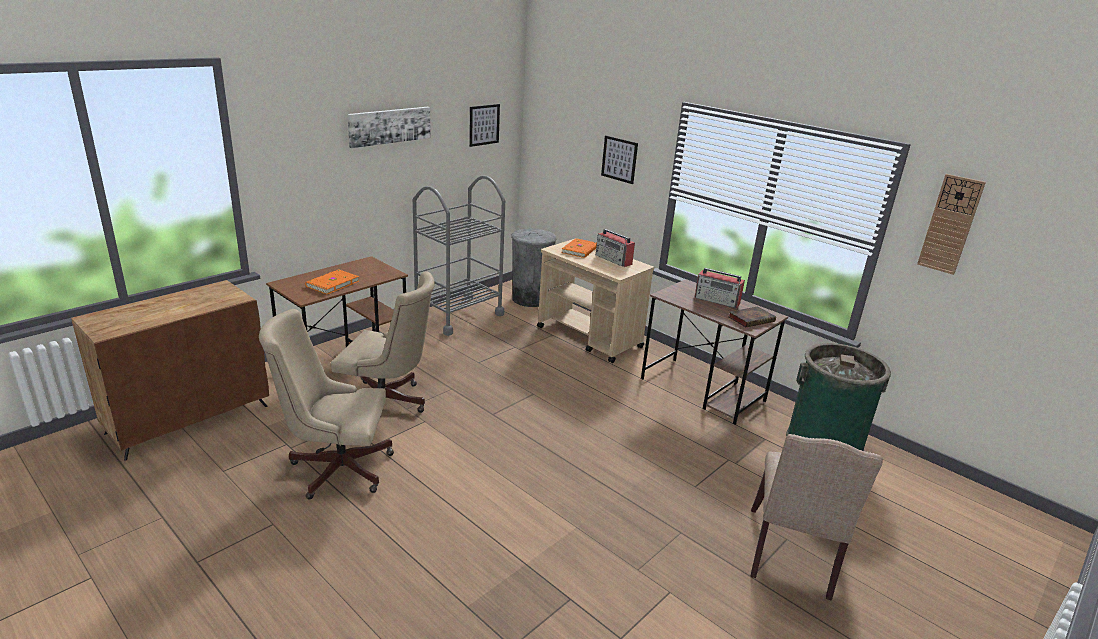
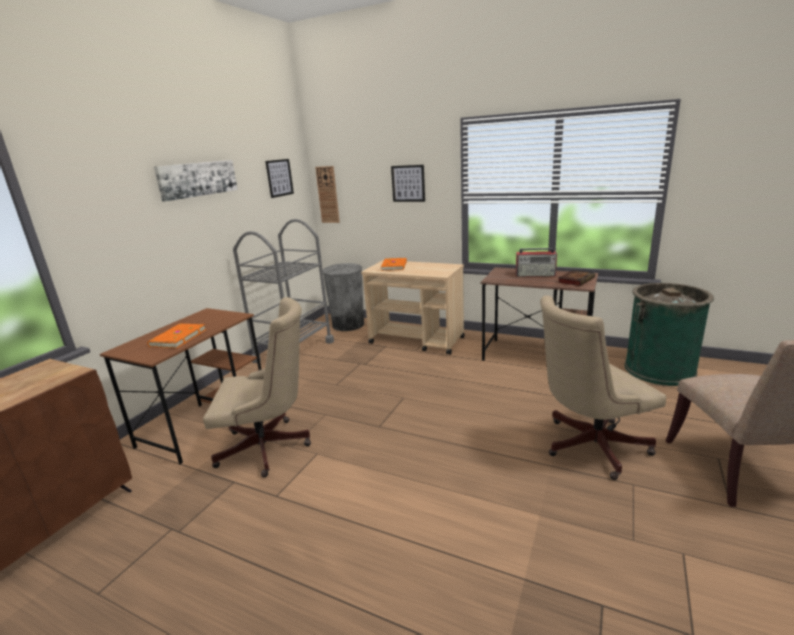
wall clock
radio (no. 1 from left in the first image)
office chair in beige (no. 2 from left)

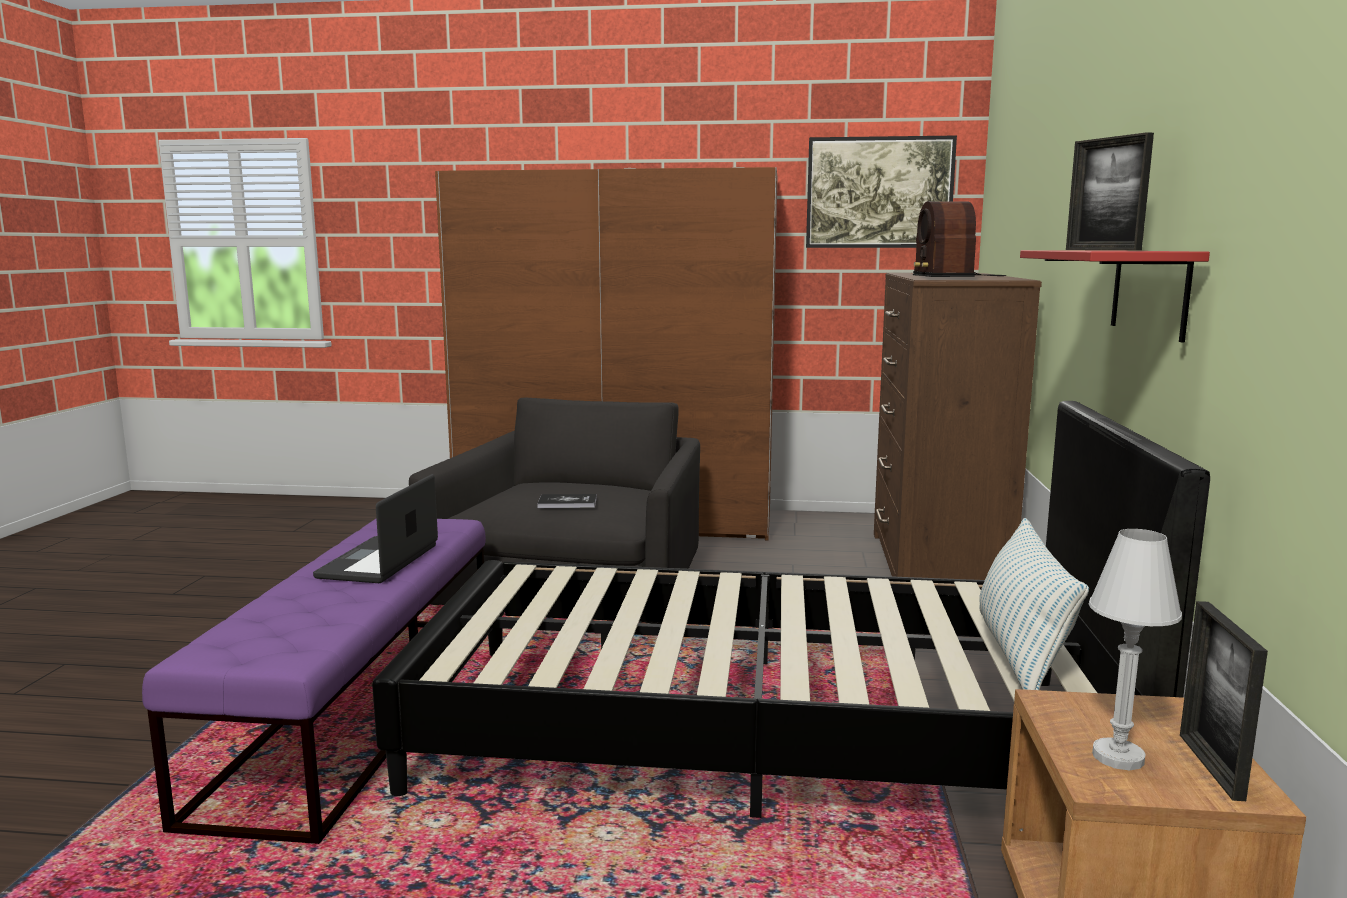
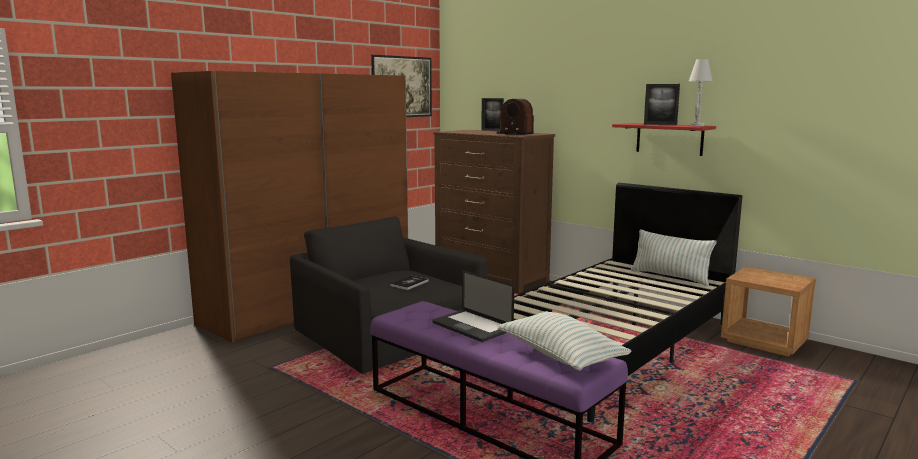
table lamp in white
picture frame (no. 1 from left)
pillow (no. 1 from left)

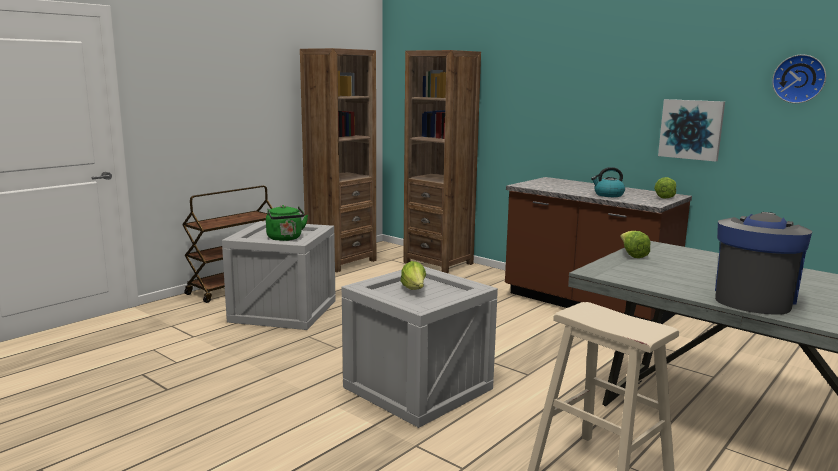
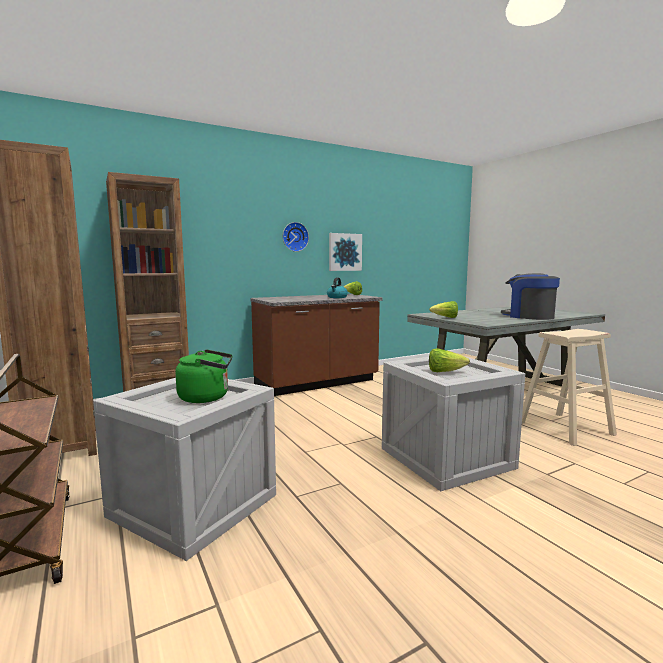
wall clock

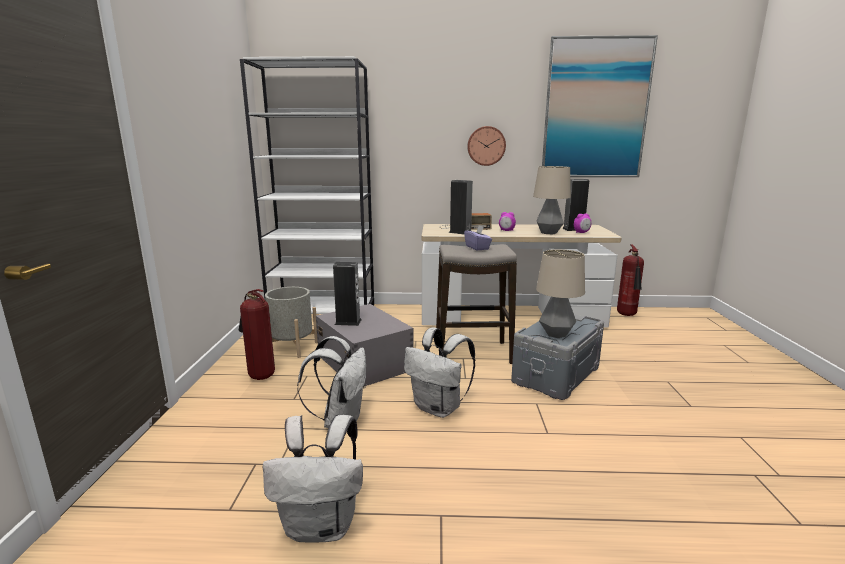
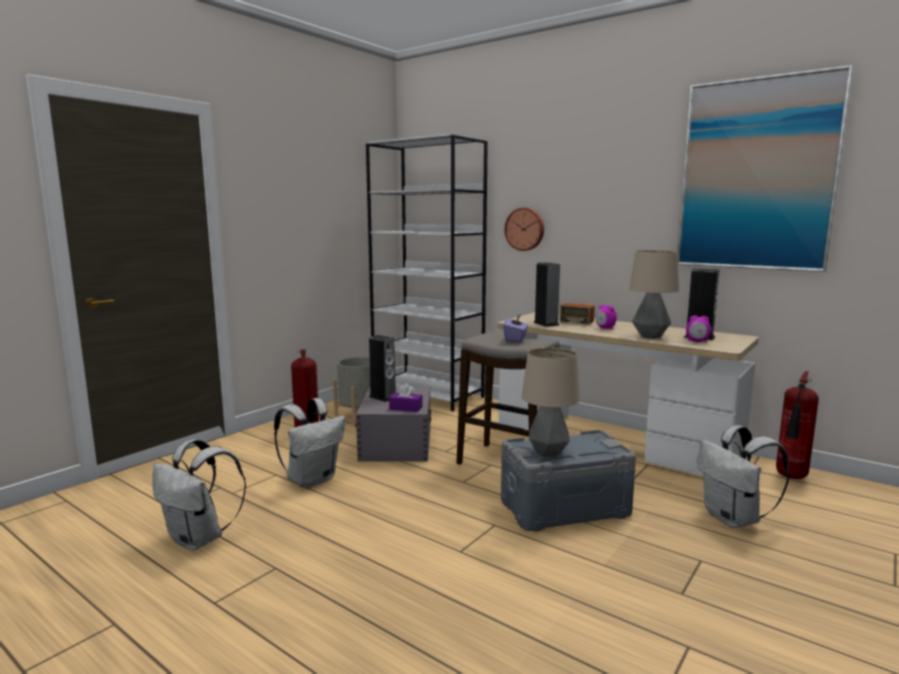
wall clock
backpack in white (no. 3 from left)
tissue box in purple (no. 1 from left)

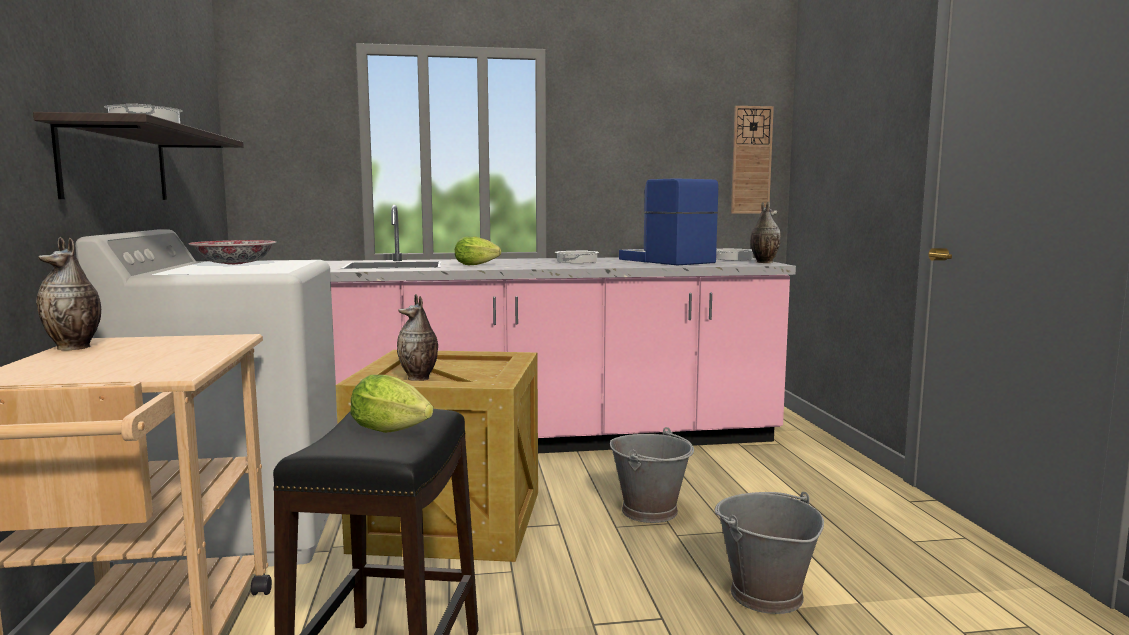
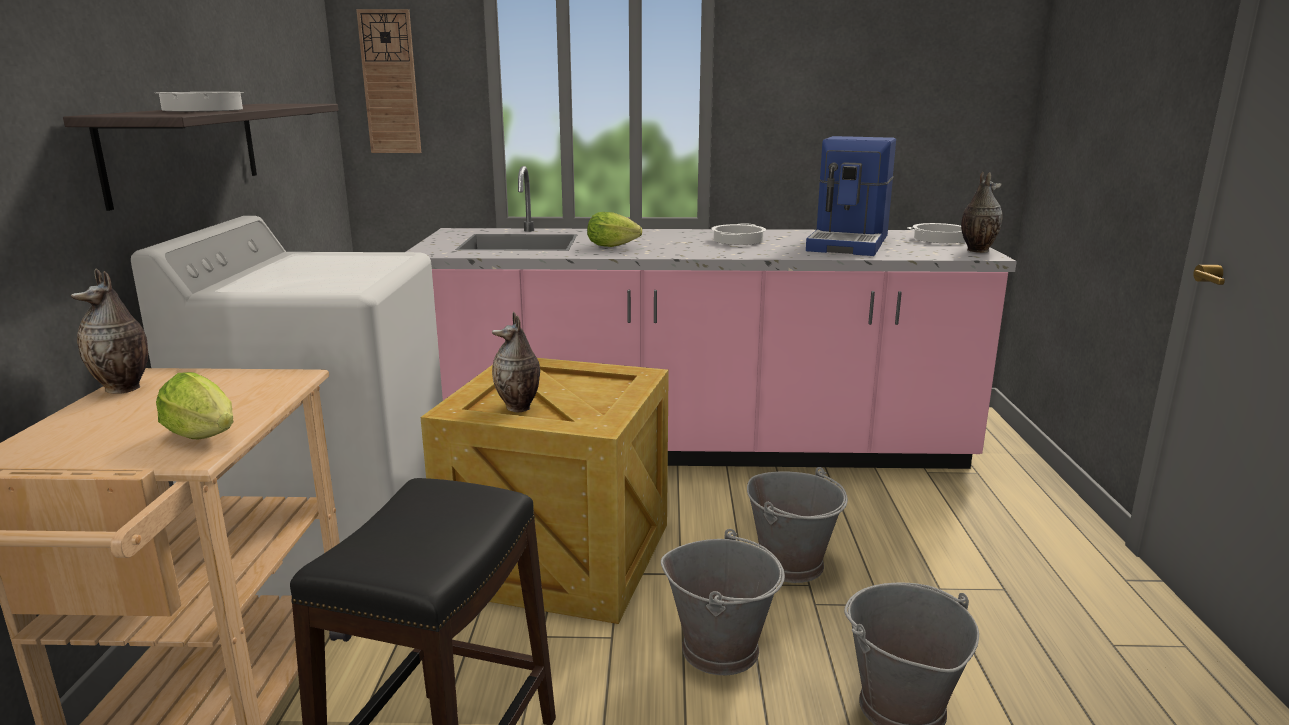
wall clock
coffee machine
bowl
lettuce (no. 1 from left)
bucket in grey (no. 1 from left)

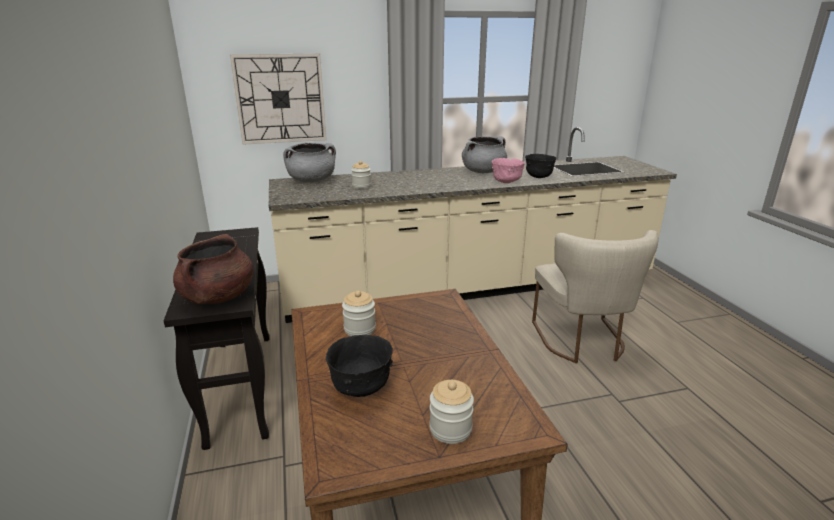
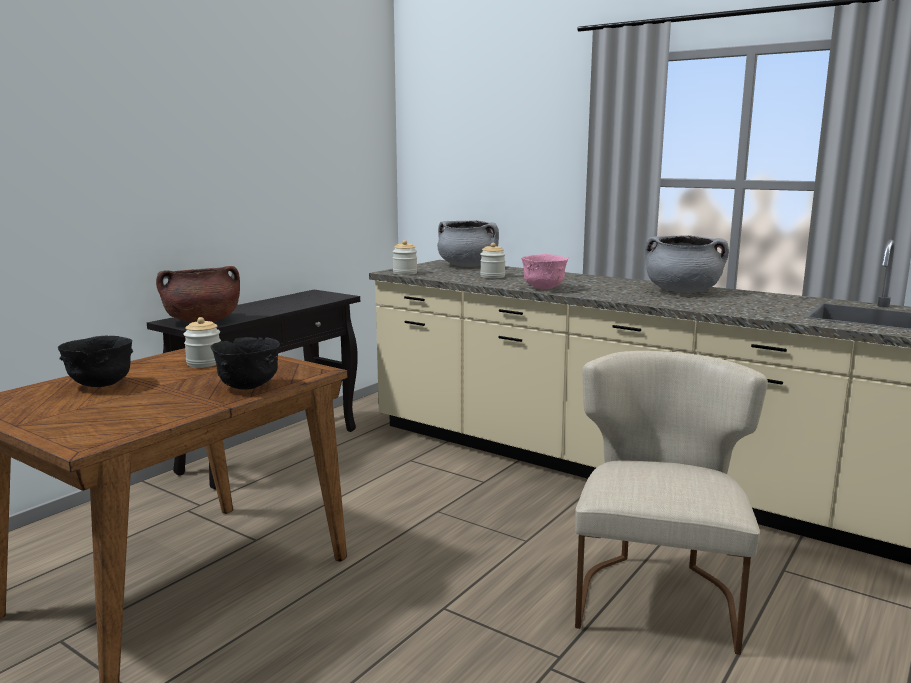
wall clock
bowl in black (no. 2 from left)
bowl in pink
chair in beige
jar (no. 2 from left)

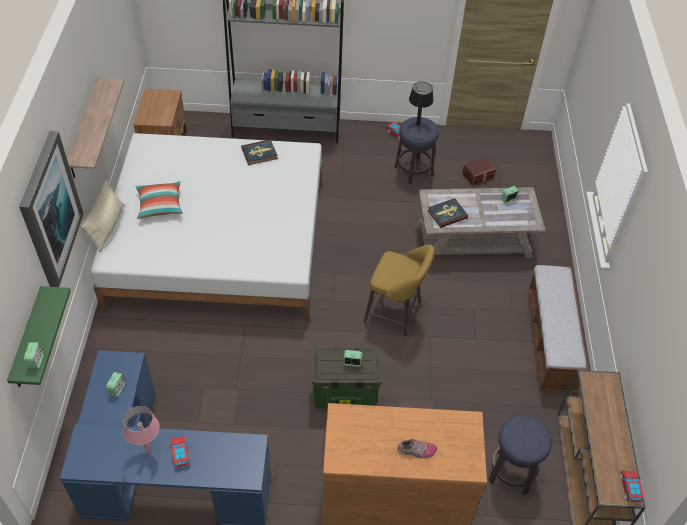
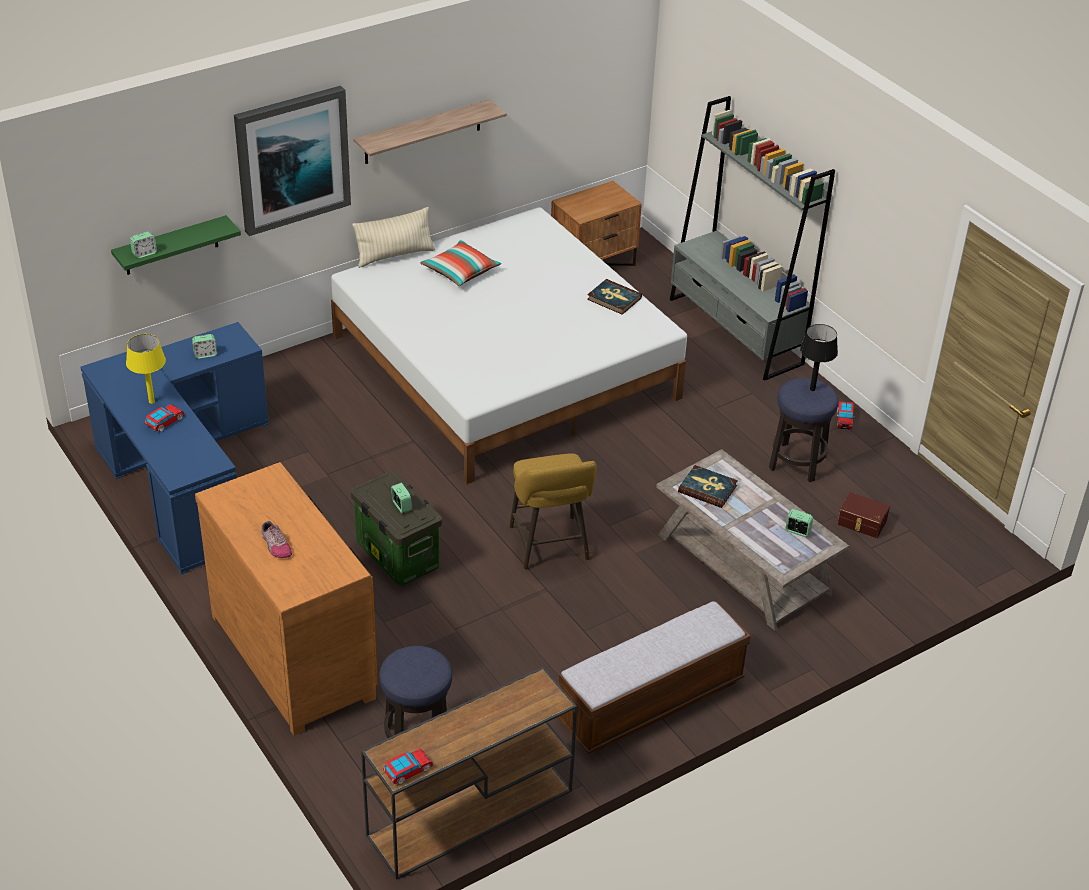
table lamp in yellow

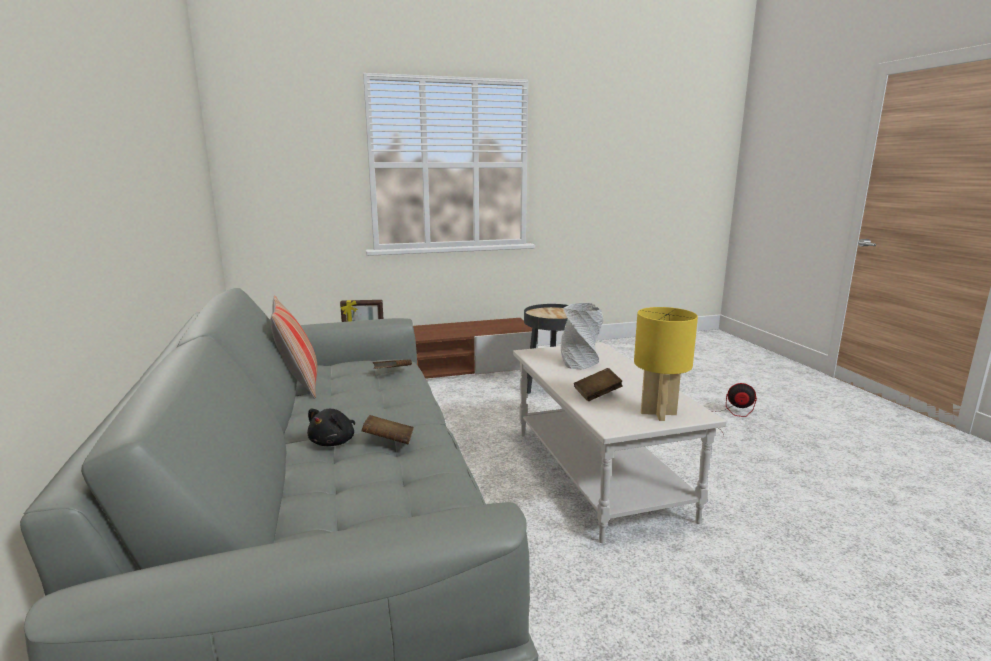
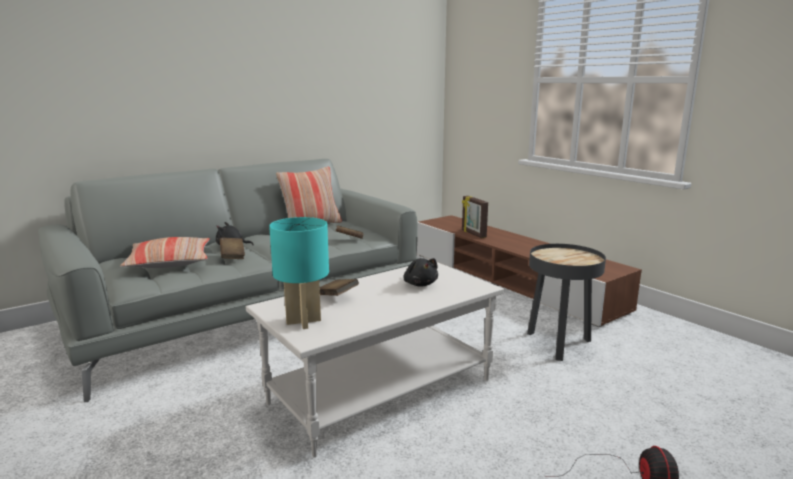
plush toy in black (no. 2 from left)
table lamp in turquoise
pillow (no. 1 from left)

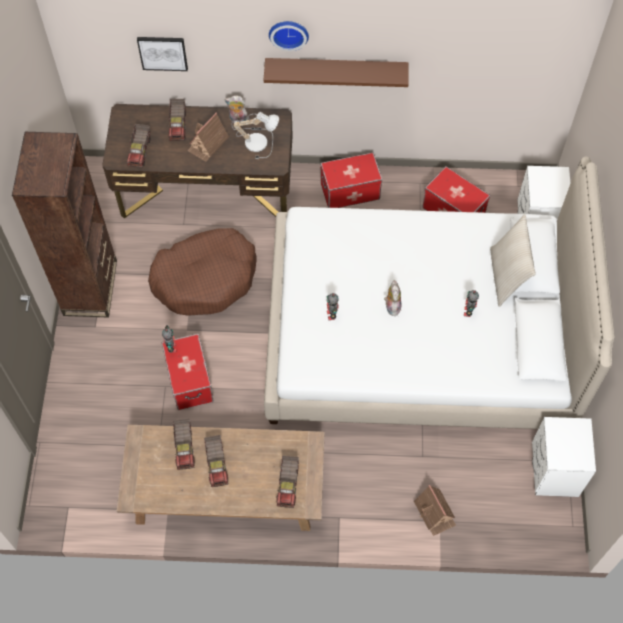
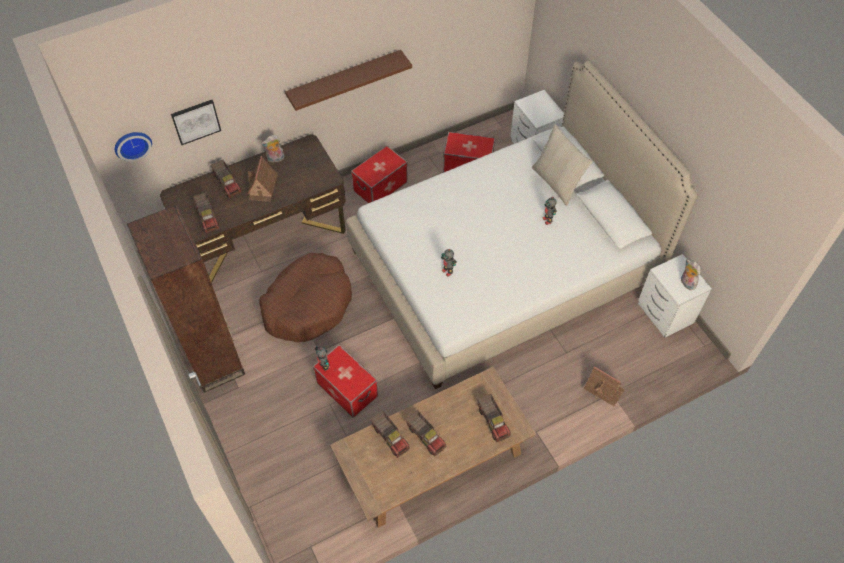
wall clock
table lamp
plush toy (no. 2 from left)

